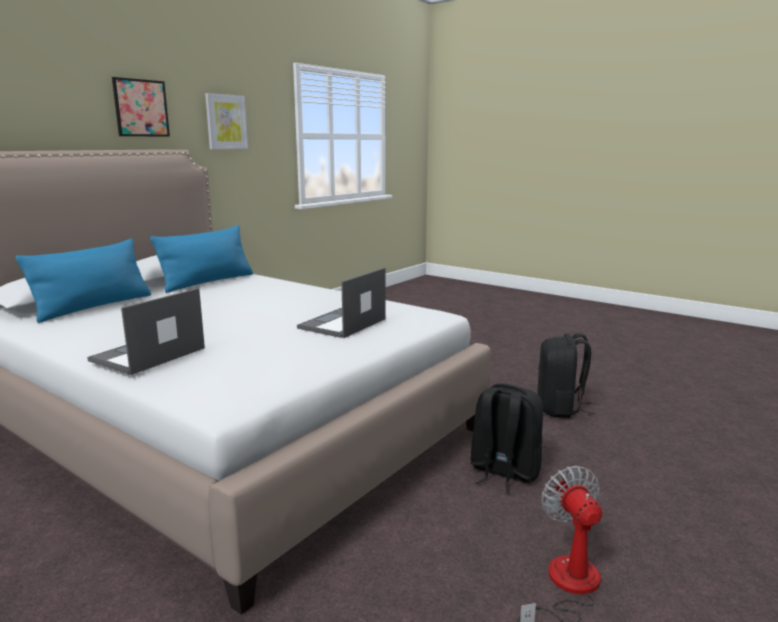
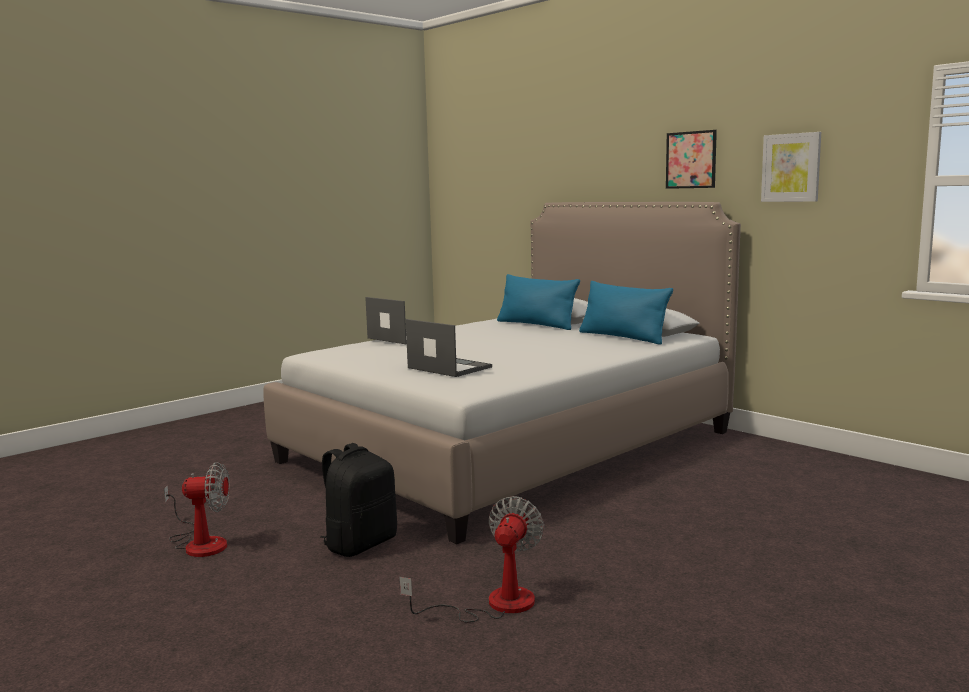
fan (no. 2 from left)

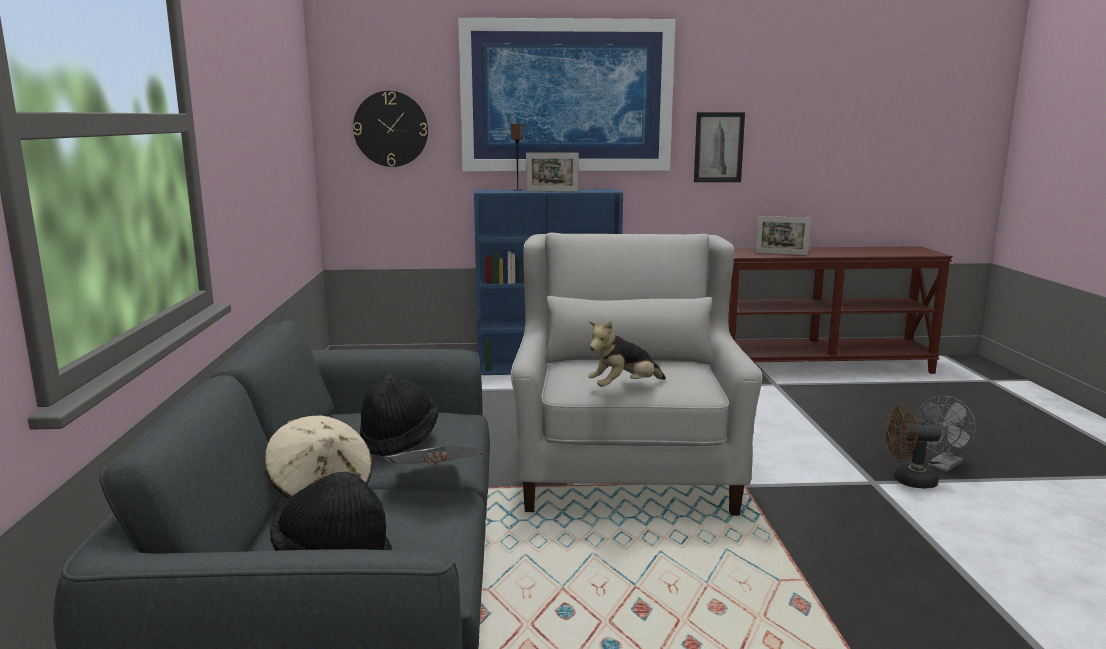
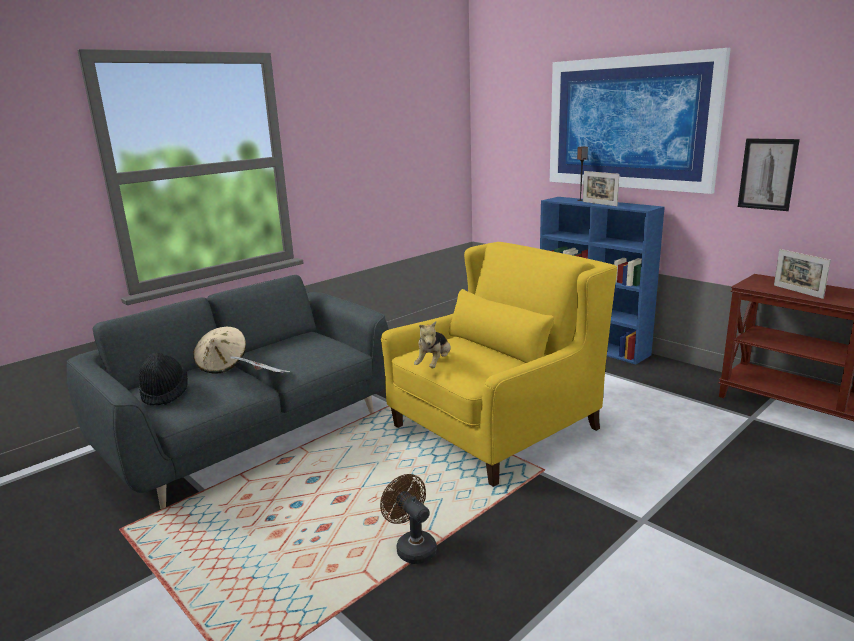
wall clock
armchair in yellow
plush toy
hat in black (no. 2 from left in the first image)
fan in grey
fan in brown

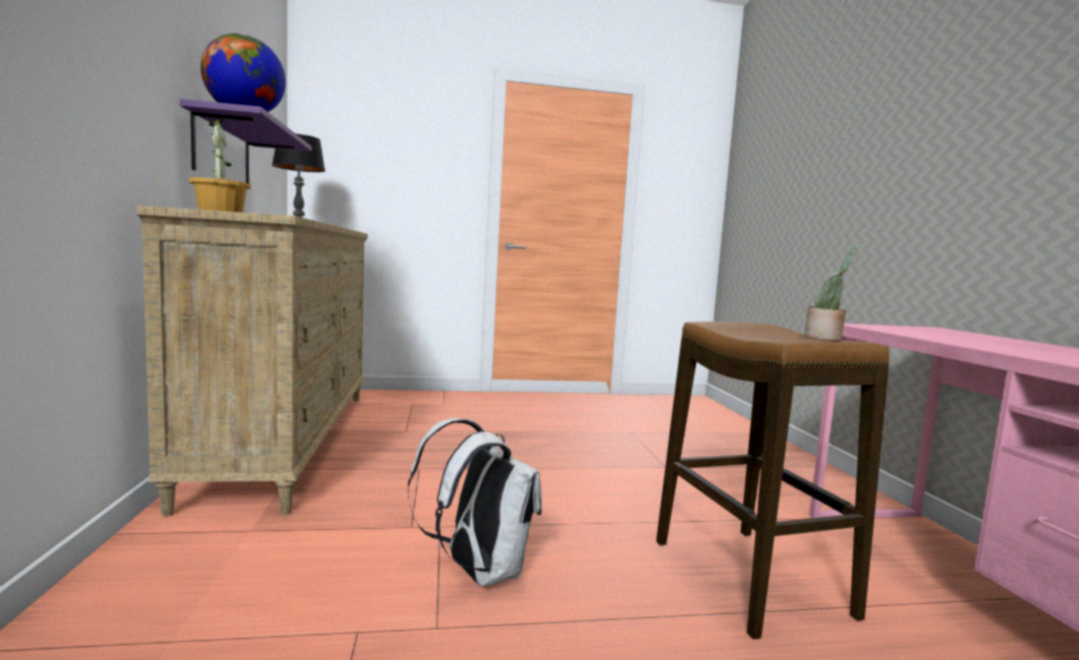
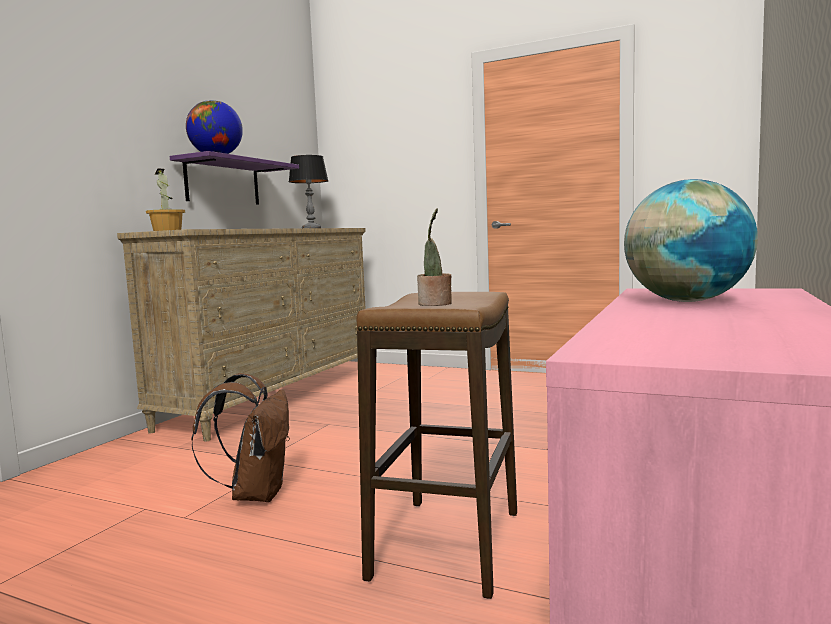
backpack in brown
globe (no. 2 from left)

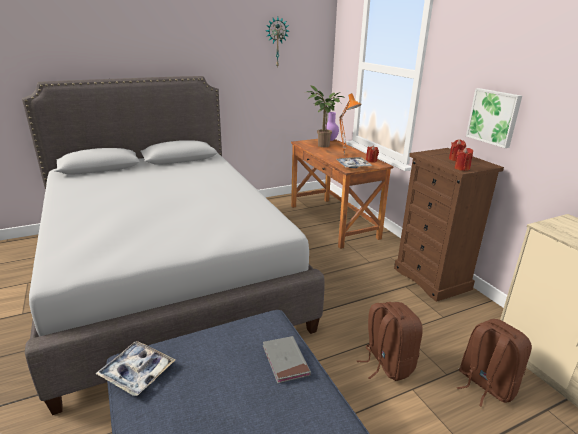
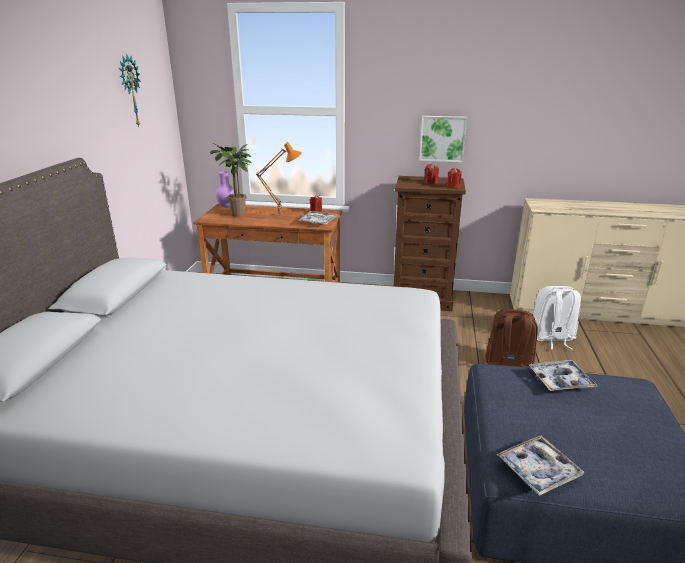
backpack in white
tray (no. 3 from left)

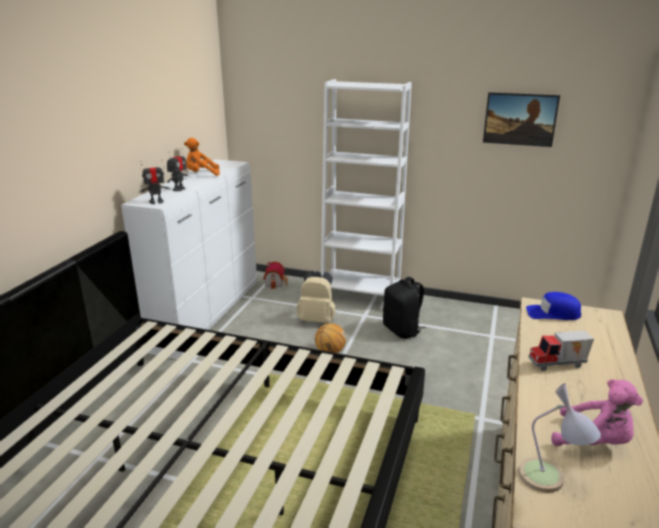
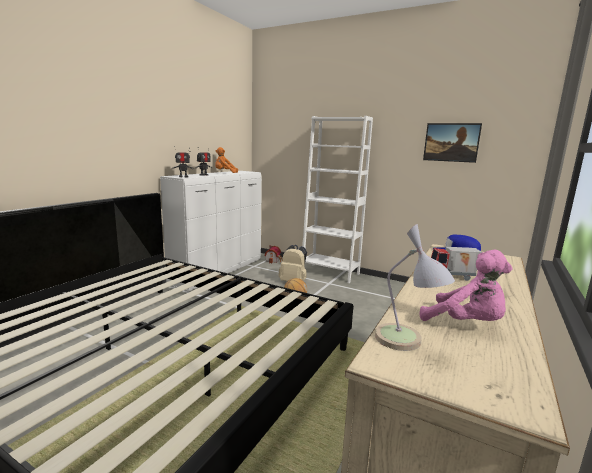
backpack in black

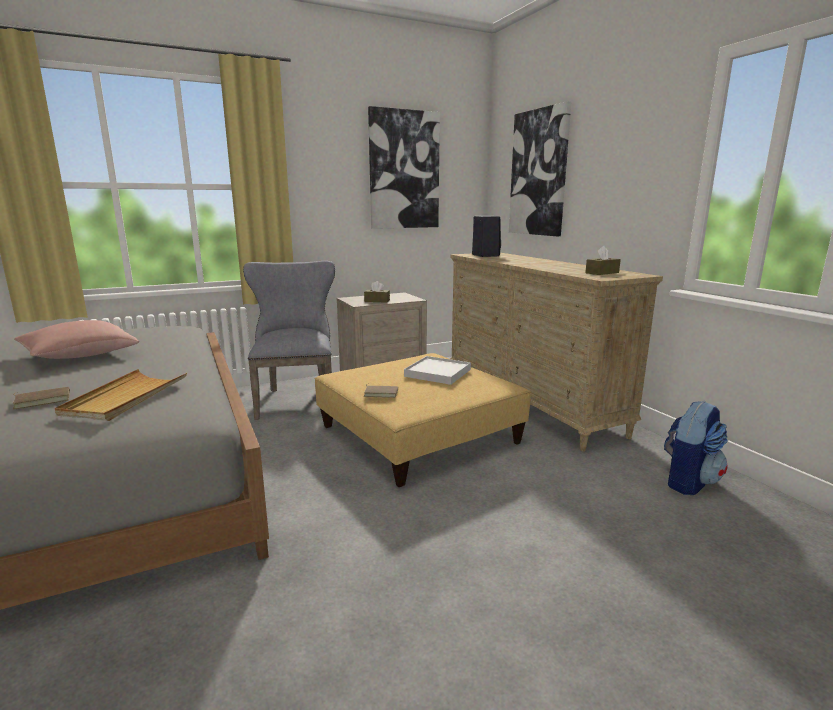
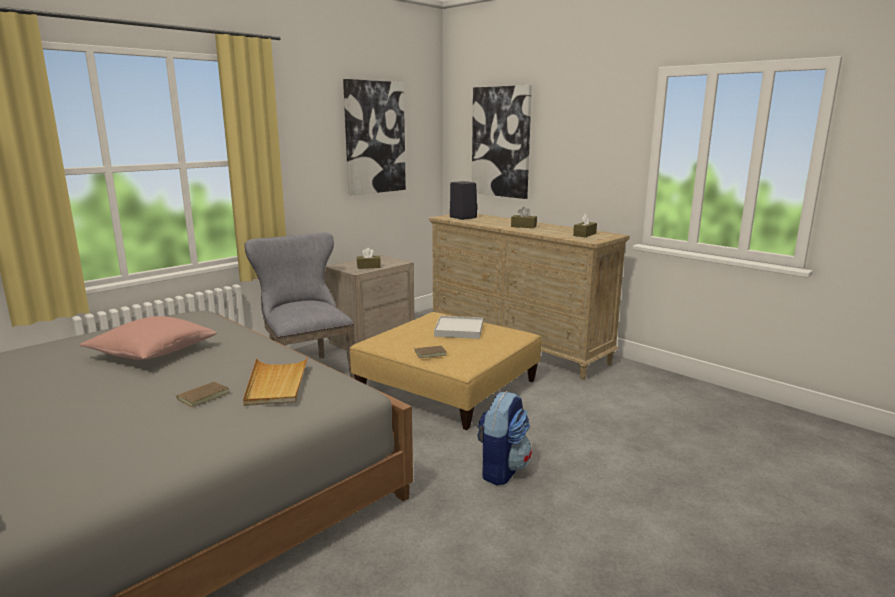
backpack
tissue box in brown (no. 2 from left)

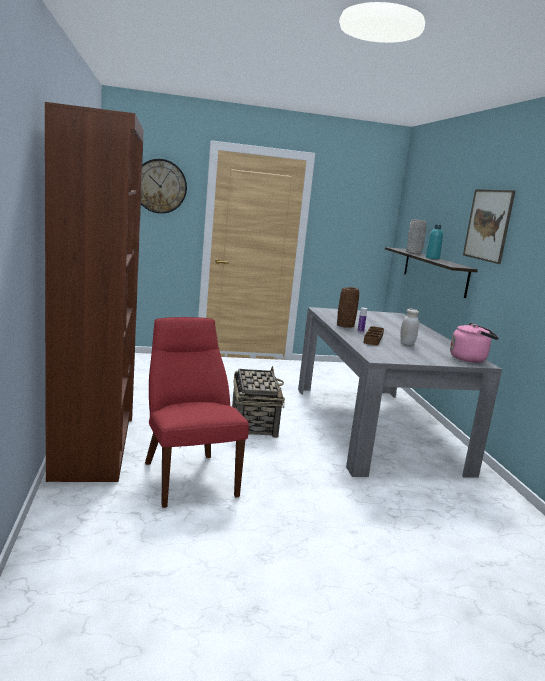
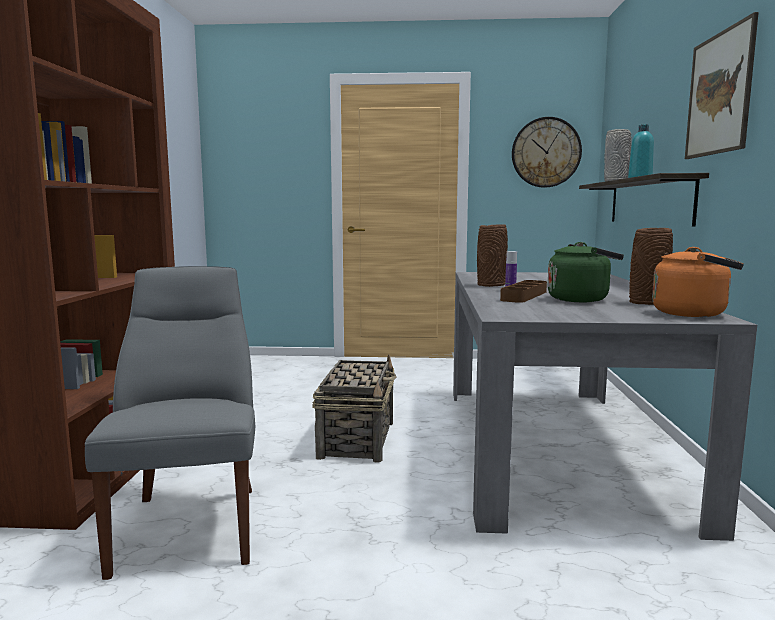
wall clock
kettle in green
chair in grey
kettle in orange
vase in brown (no. 2 from left)

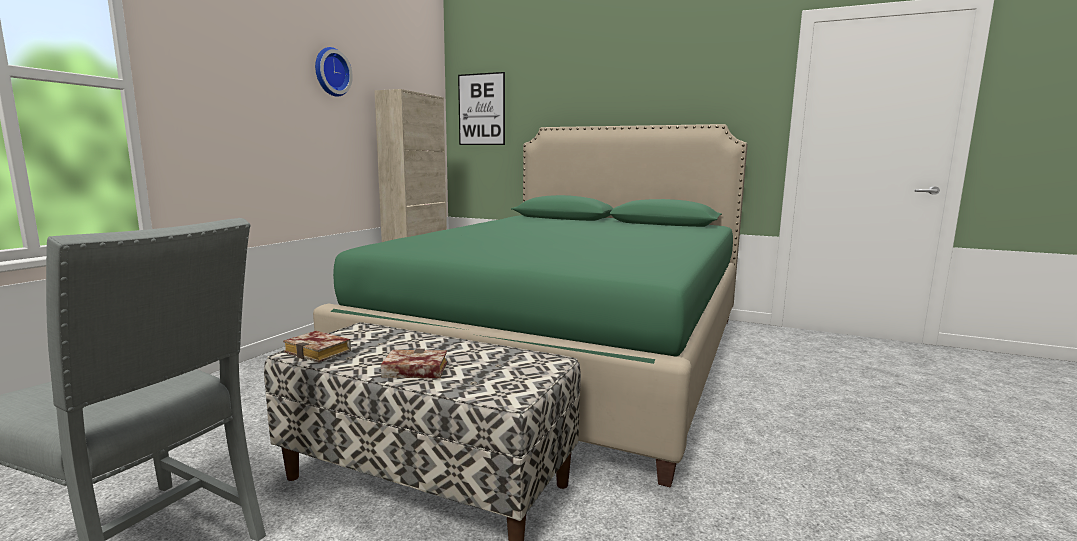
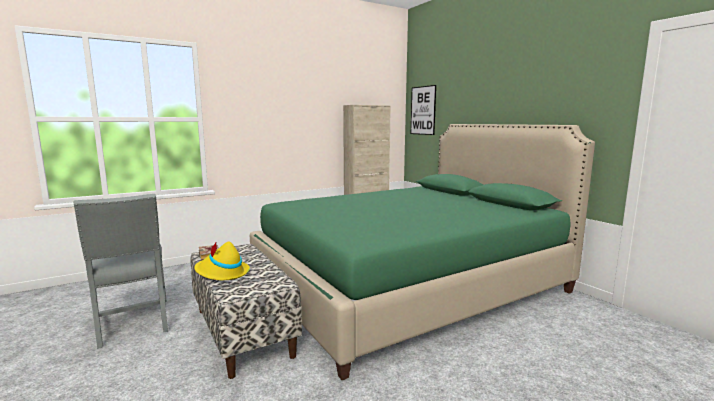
wall clock
hat in yellow

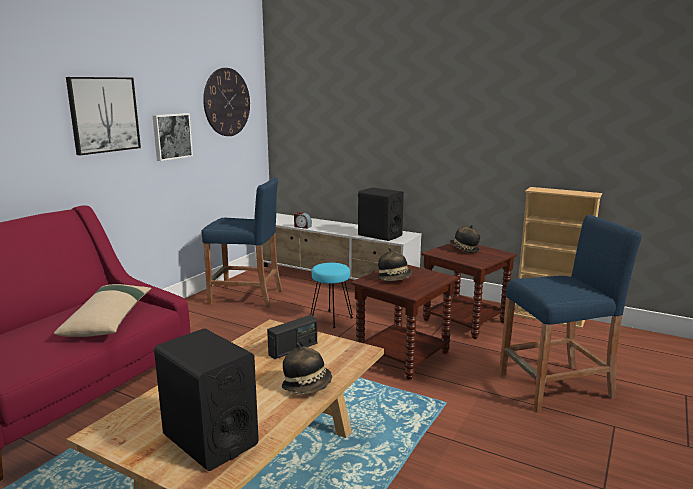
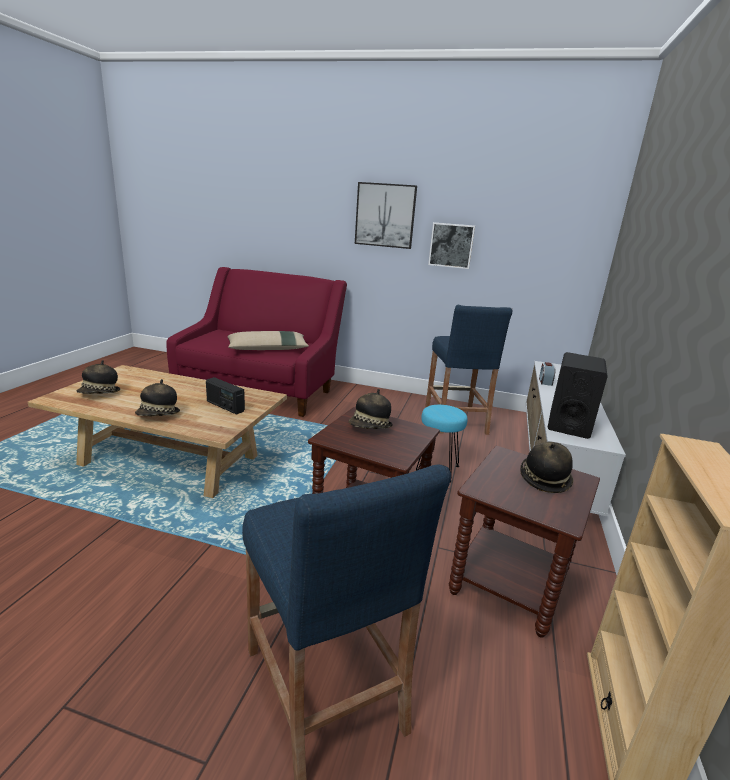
wall clock
hat (no. 1 from left)

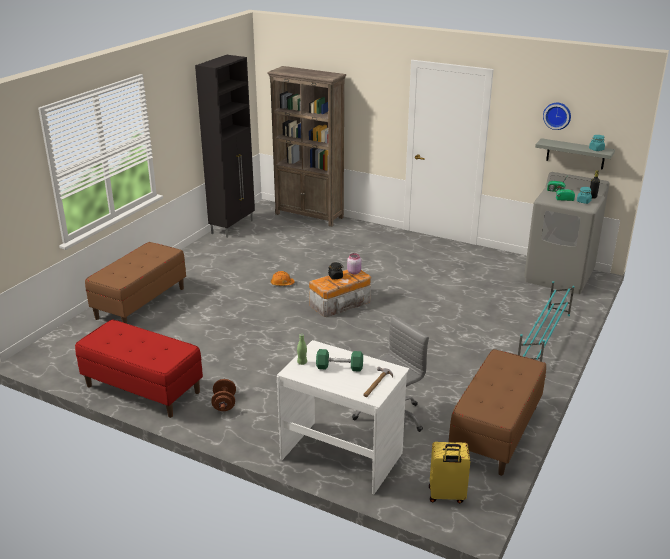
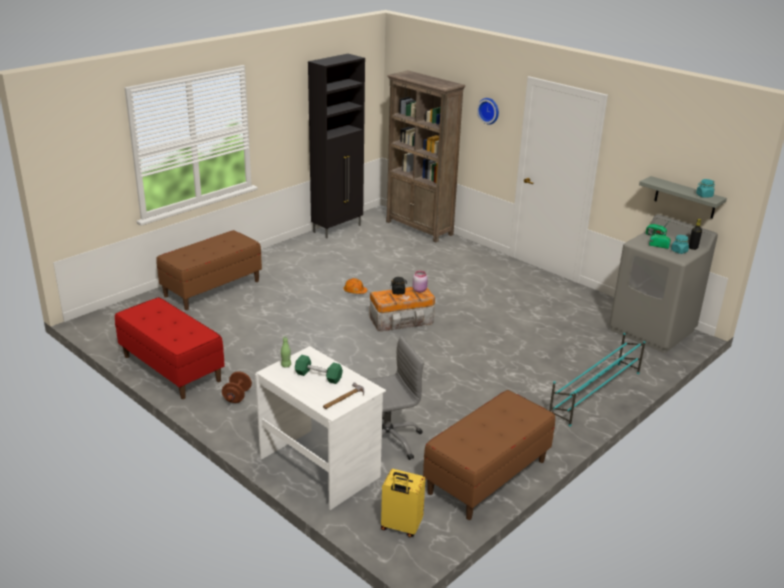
wall clock

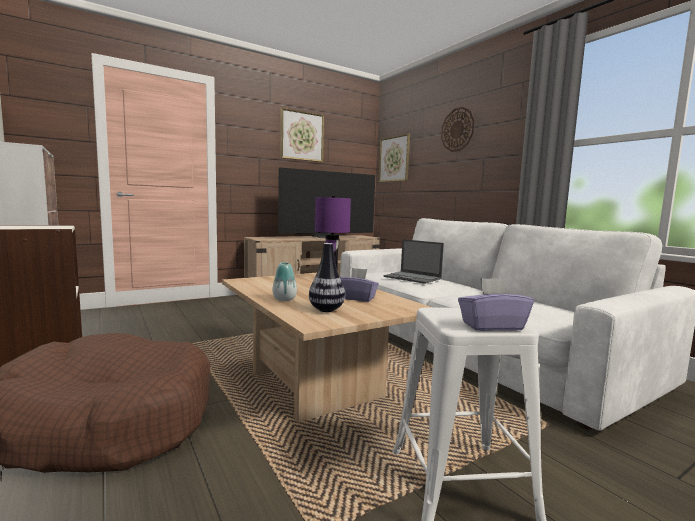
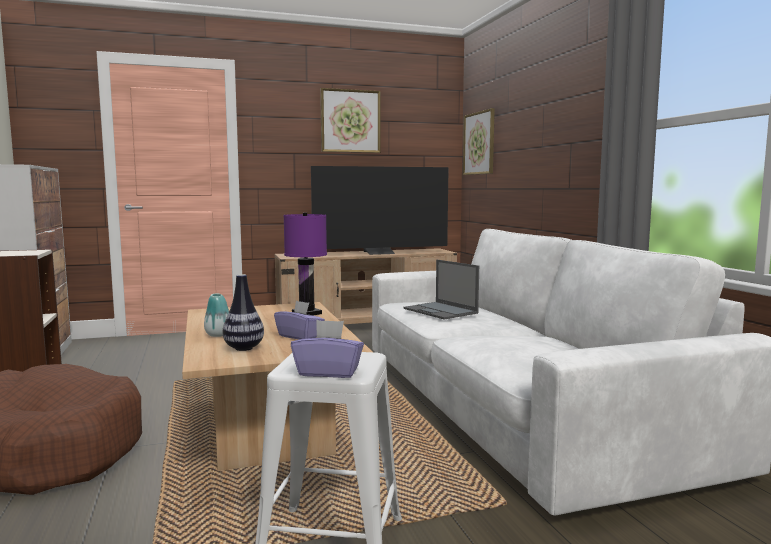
wall clock

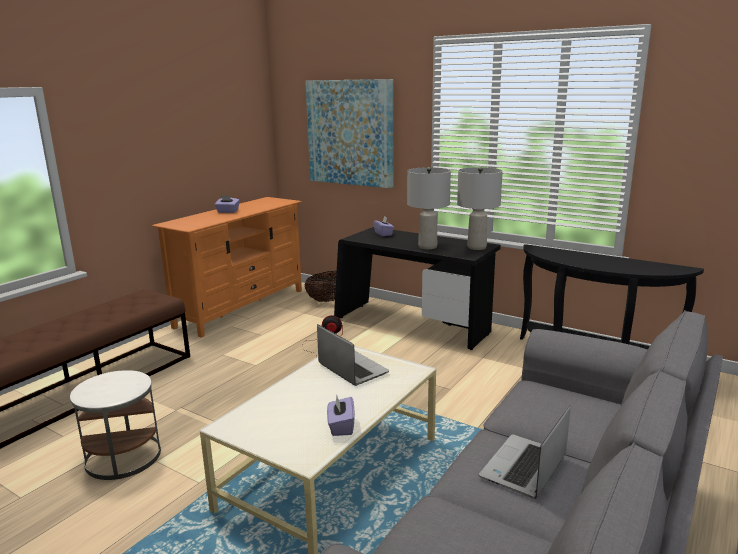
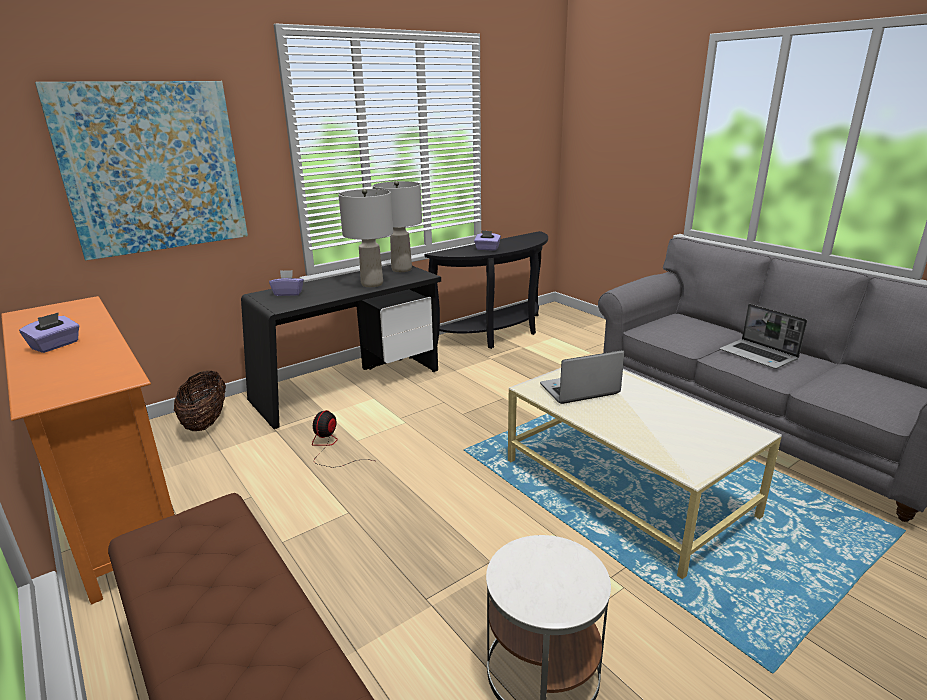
tissue box in purple (no. 3 from left)

